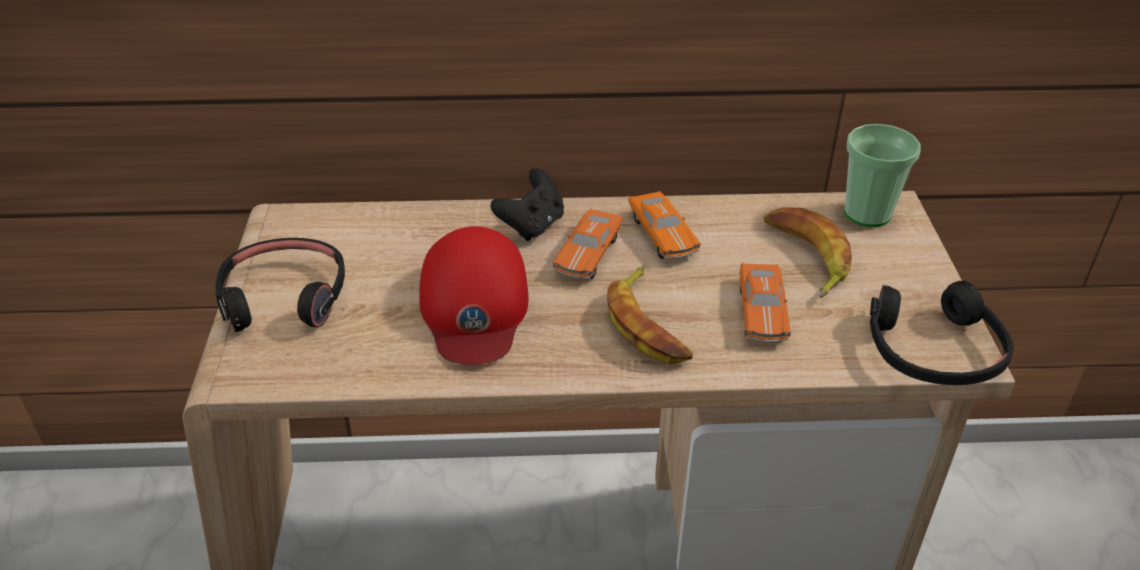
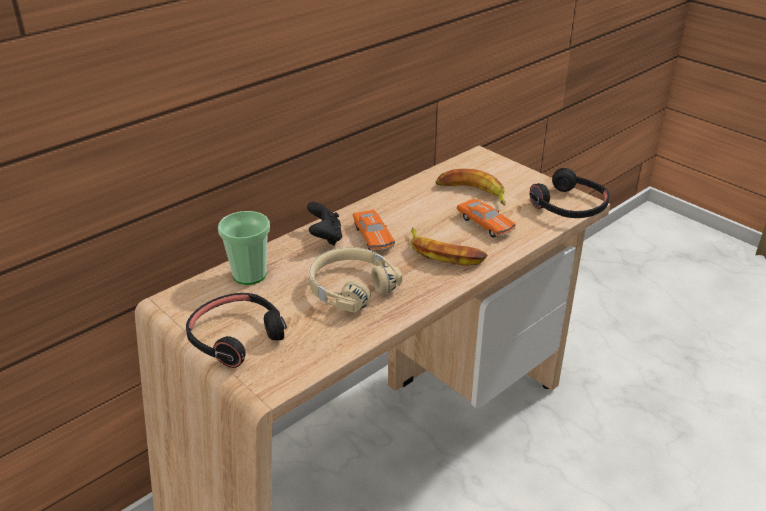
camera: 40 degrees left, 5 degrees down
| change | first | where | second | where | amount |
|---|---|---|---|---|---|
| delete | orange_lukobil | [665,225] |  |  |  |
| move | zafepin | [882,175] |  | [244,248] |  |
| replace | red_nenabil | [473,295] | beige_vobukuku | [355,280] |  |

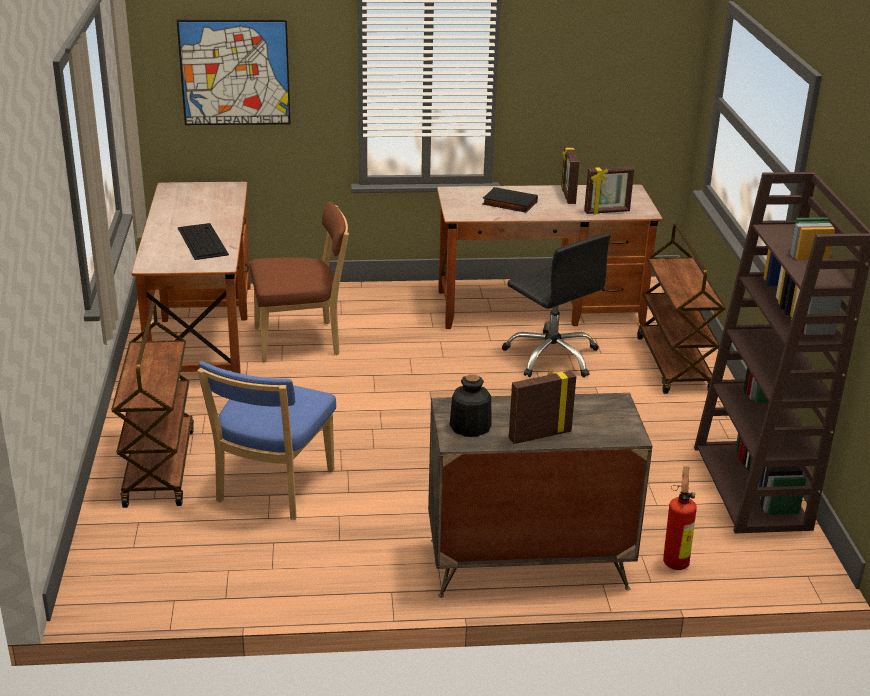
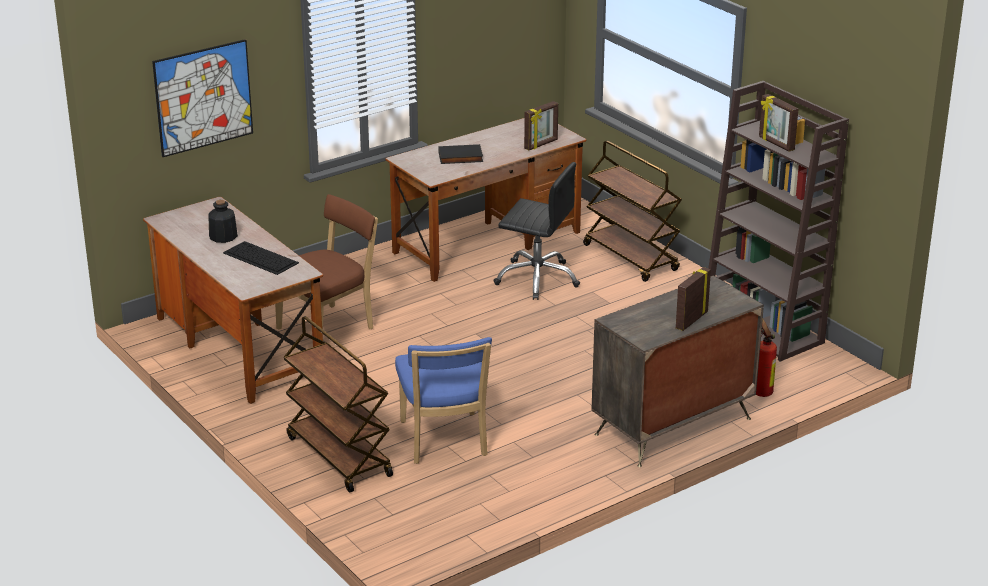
camera: 30 degrees left, 0 degrees up
| change | first | where | second | where | amount |
|---|---|---|---|---|---|
| move | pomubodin | [470,405] |  | [223,221] |  |
| move | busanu | [570,175] |  | [779,123] |  |

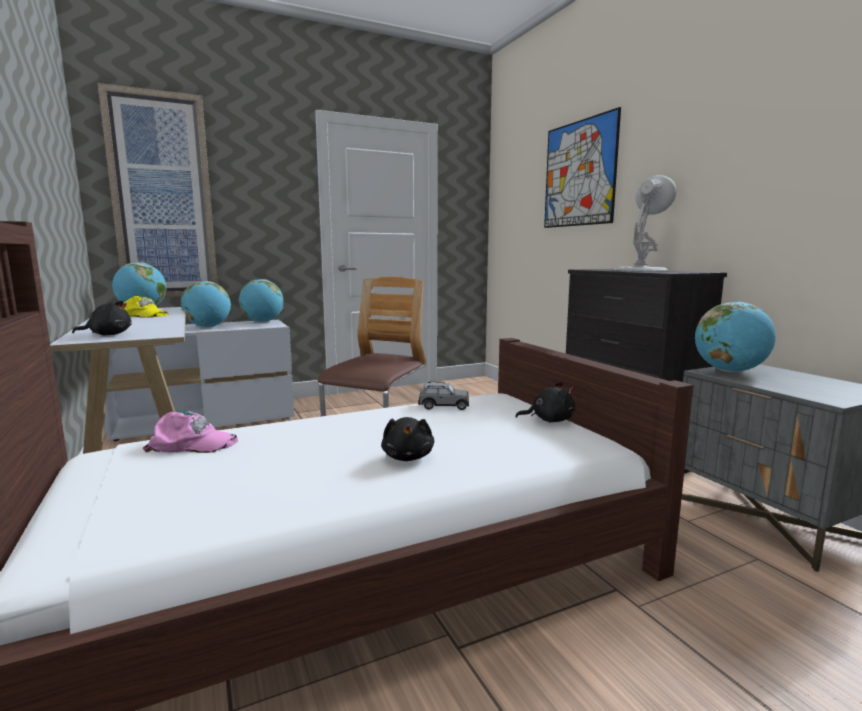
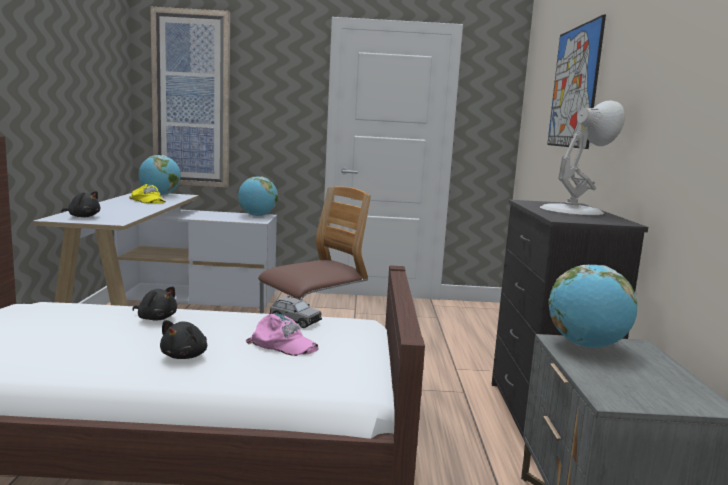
camera: 25 degrees right, 0 degrees up
| change | first | where | second | where | amount |
|---|---|---|---|---|---|
| delete | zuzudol | [206,304] |  |  |  |
| move | pink_nenabil | [190,431] |  | [282,334] |  |
| move | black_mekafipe | [545,402] |  | [154,303] |  |

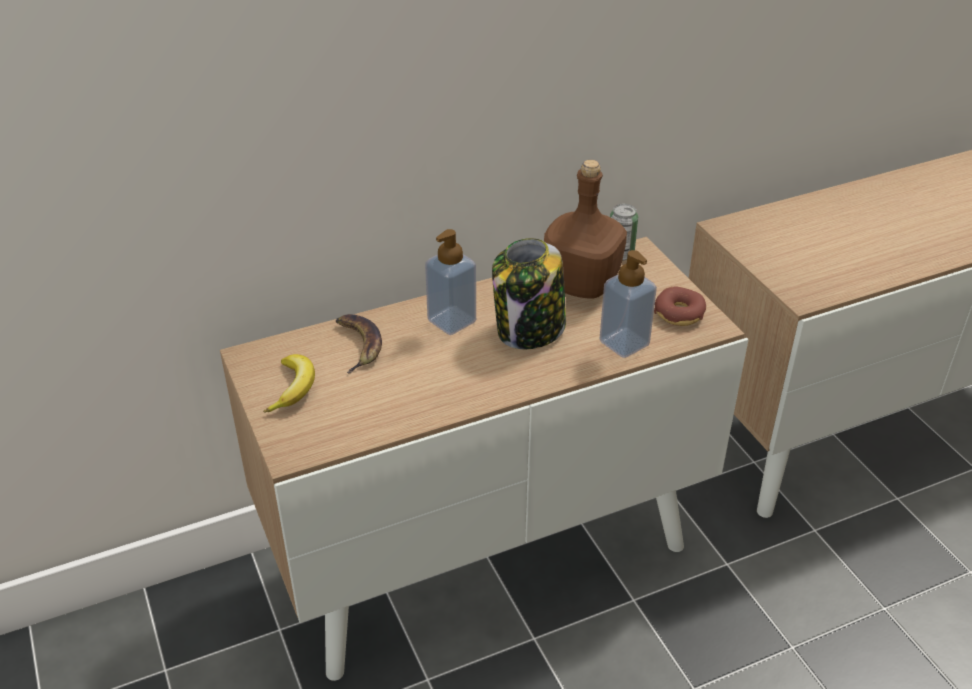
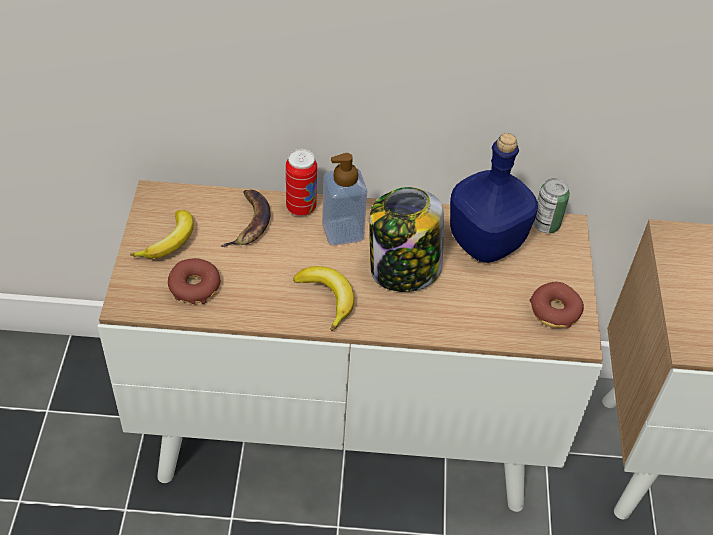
camera: 25 degrees right, 10 degrees up
| change | first | where | second | where | amount |
|---|---|---|---|---|---|
| delete | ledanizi | [628,304] |  |  |  |
| insert |  |  | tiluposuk | [194,281] |  |
| insert |  |  | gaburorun | [301,182] |  |
| insert |  |  | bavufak | [323,298] |  |
| recolor | brown_pomubodin | [585,229] | blue_pomubodin | [494,198] |  |

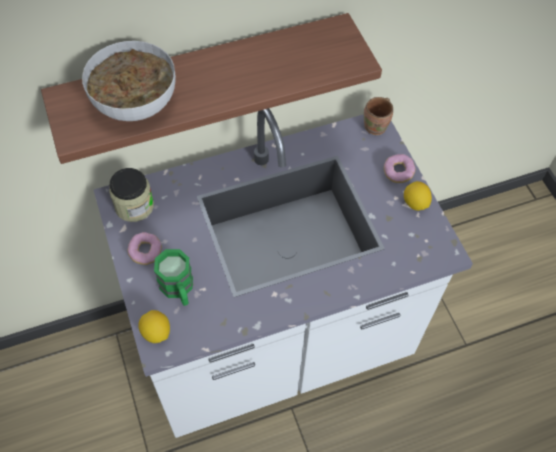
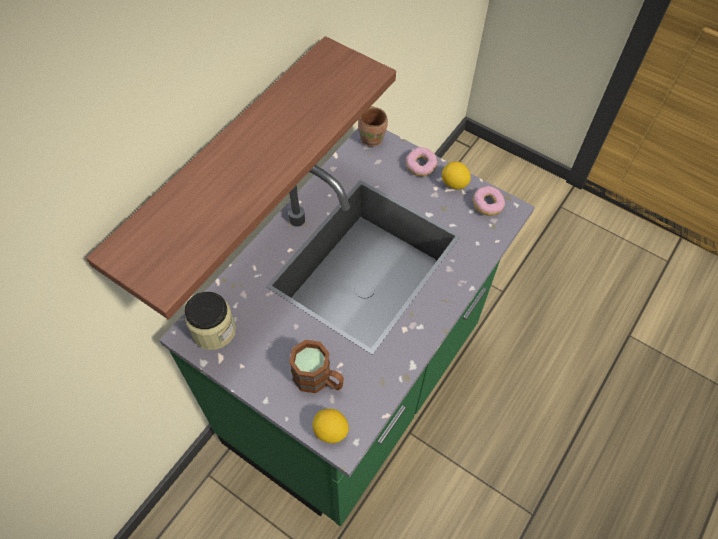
camera: 35 degrees left, 0 degrees up
| change | first | where | second | where | amount |
|---|---|---|---|---|---|
| delete | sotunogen | [129,81] |  |  |  |
| move | tiluposuk | [144,248] |  | [489,201] |  |
| recolor | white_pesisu | [283,273] | green_pesisu | [347,327] |  |
| recolor | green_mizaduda | [173,277] | brown_mizaduda | [316,366] |  |

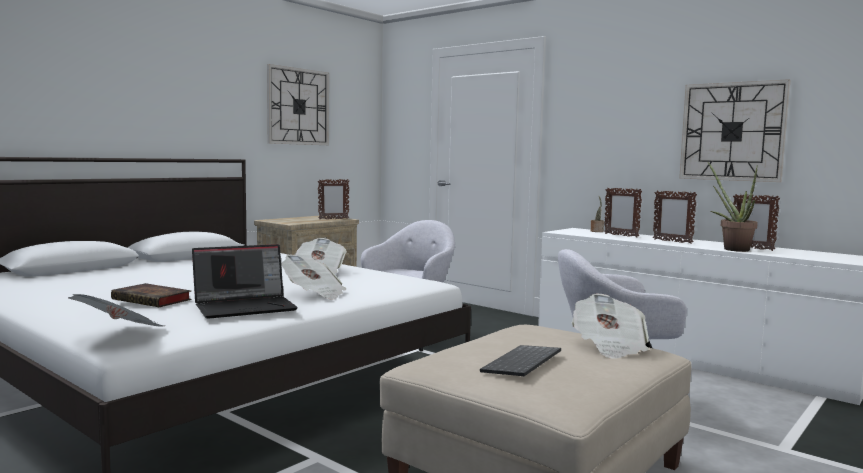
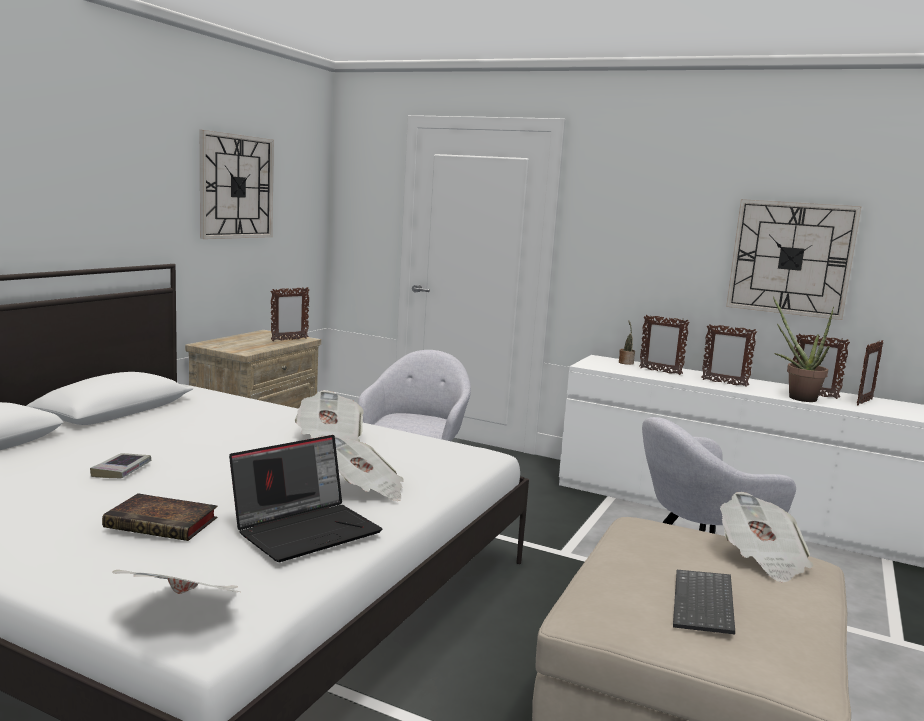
camera: 15 degrees left, 5 degrees up
| change | first | where | second | where | amount |
|---|---|---|---|---|---|
| insert |  |  | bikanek | [120,465] |  |
| insert |  |  | busanu | [870,372] |  |

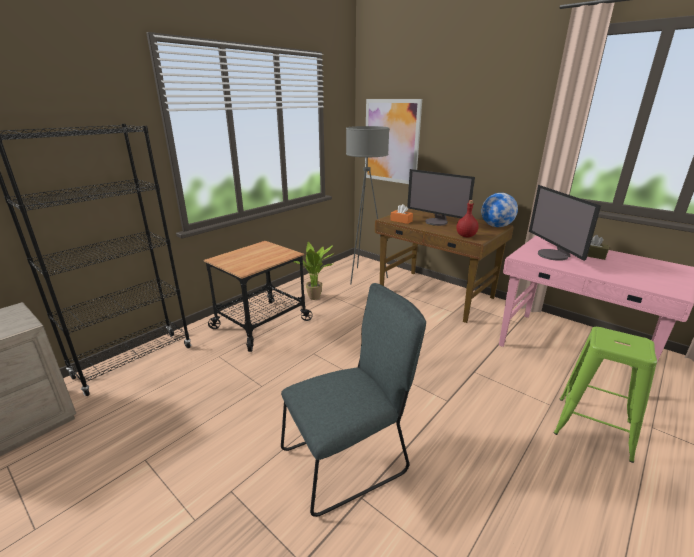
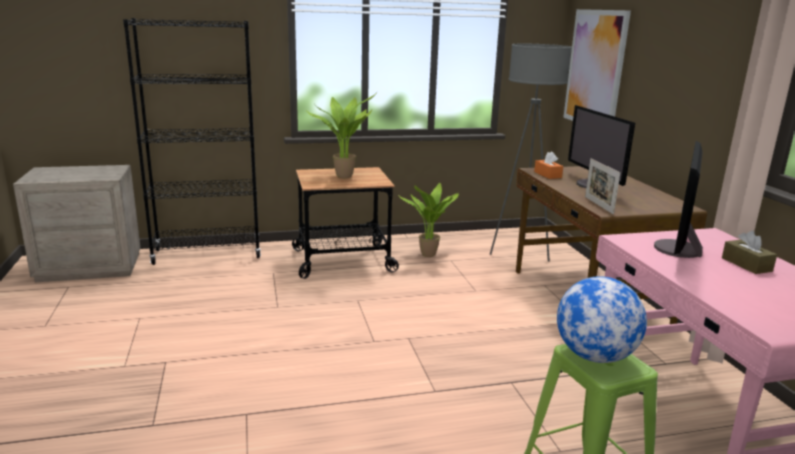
camera: 35 degrees right, 5 degrees down
| change | first | where | second | where | amount |
|---|---|---|---|---|---|
| delete | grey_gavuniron | [353,400] |  |  |  |
| insert |  |  | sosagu | [342,134] |  |
| move | zuzudol | [500,210] |  | [602,319] |  |
| replace | red_pomubodin | [467,218] | busanu | [602,186] |  |

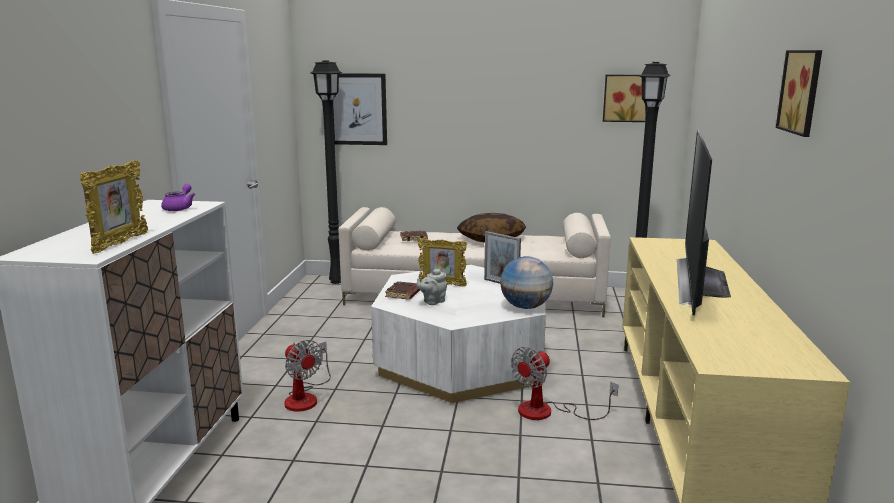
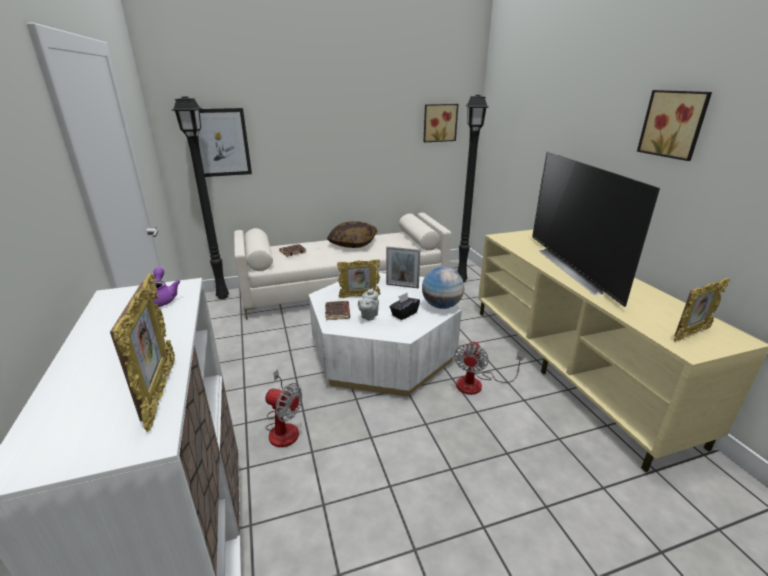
camera: 25 degrees left, 10 degrees up
| change | first | where | second | where | amount |
|---|---|---|---|---|---|
| insert |  |  | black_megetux | [405,306] |  |
| insert |  |  | busanu | [702,309] |  |

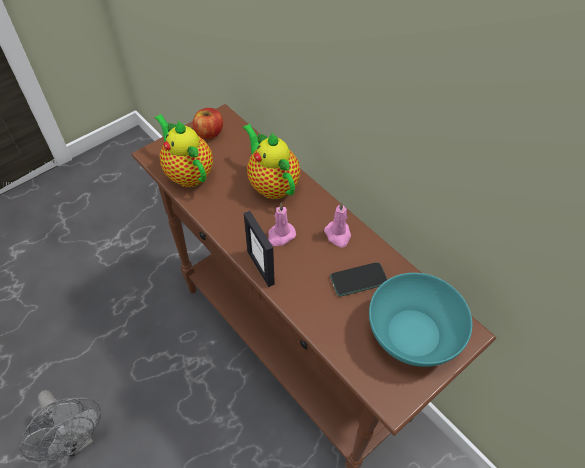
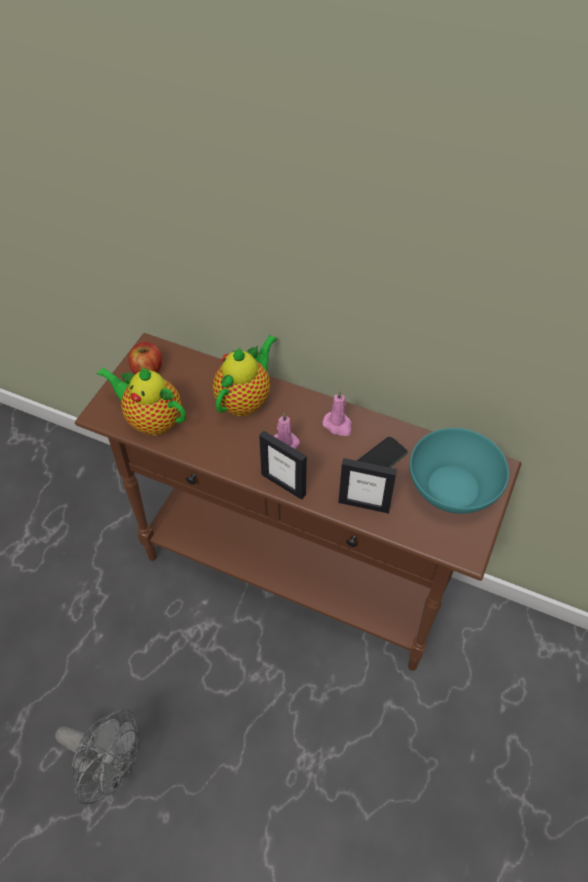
camera: 25 degrees left, 0 degrees up
| change | first | where | second | where | amount |
|---|---|---|---|---|---|
| insert |  |  | busanu | [367,486] |  |
| rotate | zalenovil | [271,161] |  | [245,375] | 90 degrees clockwise |

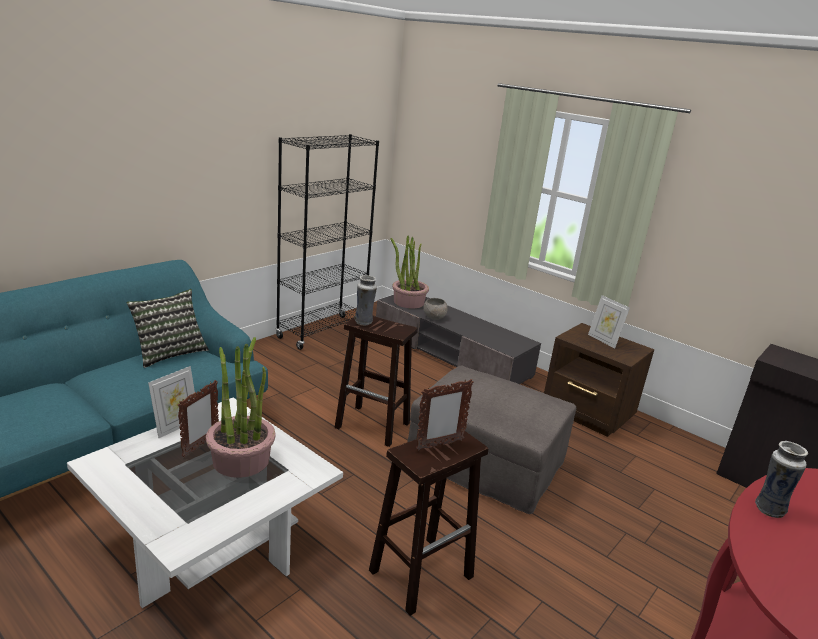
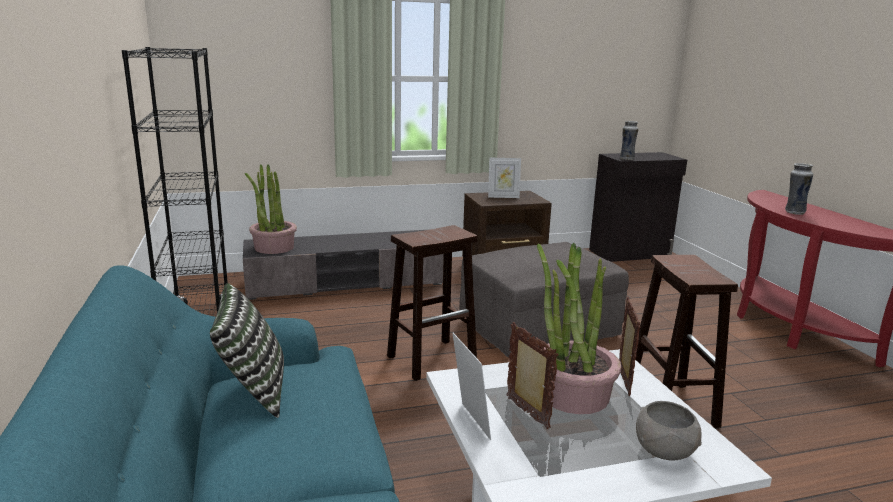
camera: 55 degrees left, 5 degrees down
| change | first | where | second | where | amount |
|---|---|---|---|---|---|
| move | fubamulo | [366,300] |  | [629,140] |  |
| move | busanu | [445,415] |  | [629,346] |  |
| move | grey_sotunogen | [435,309] |  | [669,431] |  |

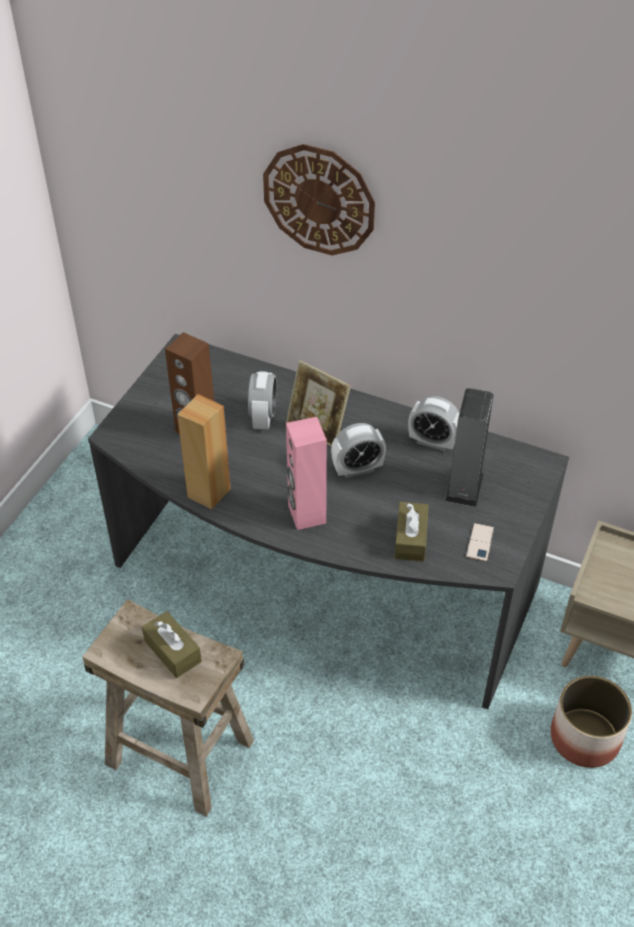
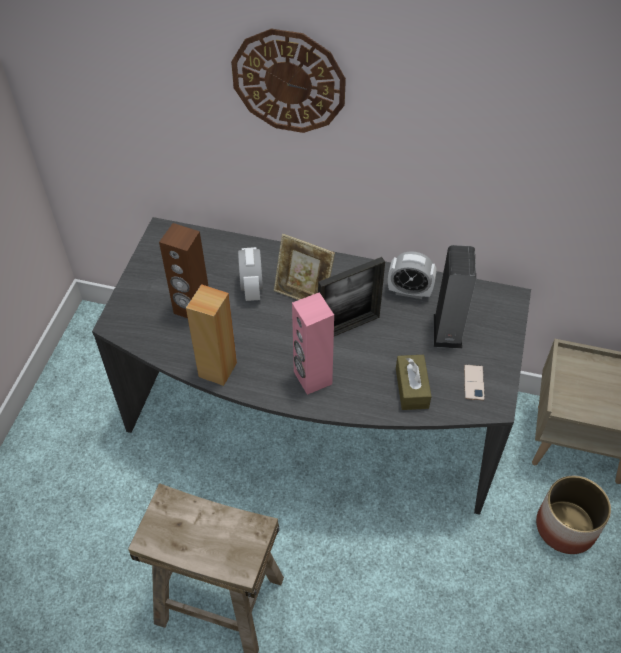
camera: 10 degrees left, 5 degrees up
| change | first | where | second | where | amount |
|---|---|---|---|---|---|
| delete | brown_megetux | [172,644] |  |  |  |
| replace | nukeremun | [358,450] | busanu | [351,296] |  |

